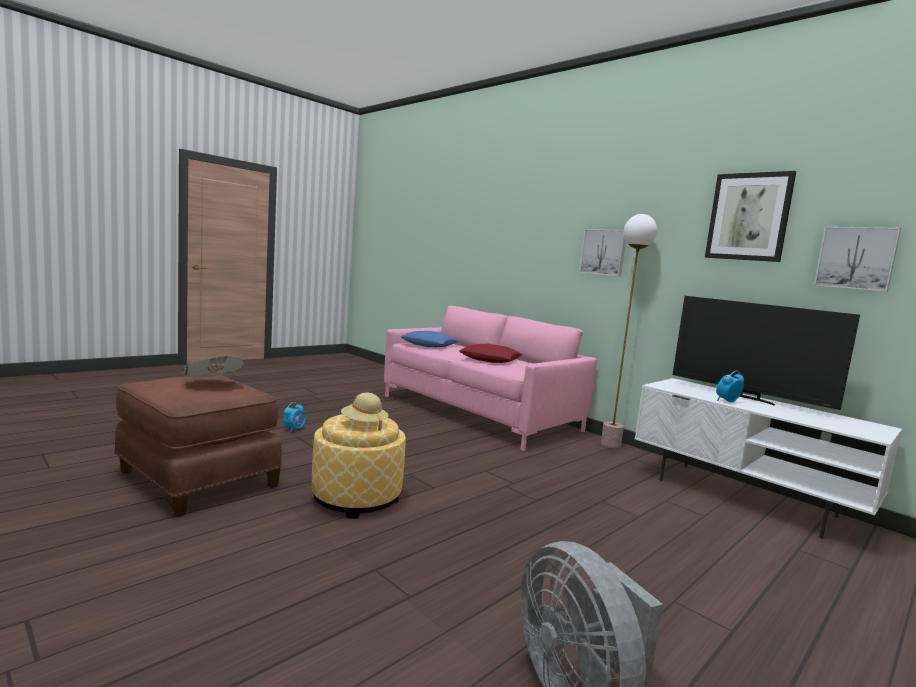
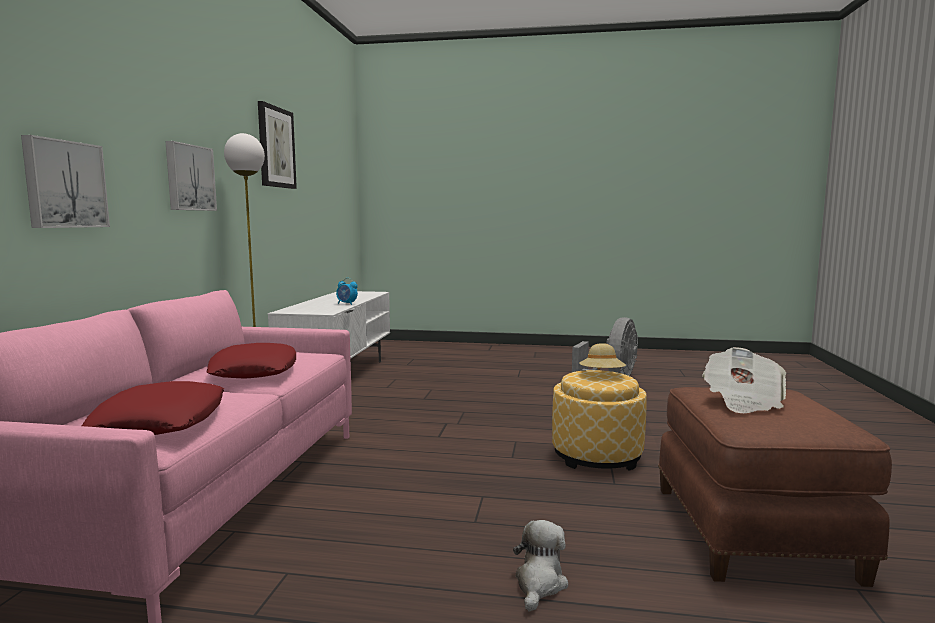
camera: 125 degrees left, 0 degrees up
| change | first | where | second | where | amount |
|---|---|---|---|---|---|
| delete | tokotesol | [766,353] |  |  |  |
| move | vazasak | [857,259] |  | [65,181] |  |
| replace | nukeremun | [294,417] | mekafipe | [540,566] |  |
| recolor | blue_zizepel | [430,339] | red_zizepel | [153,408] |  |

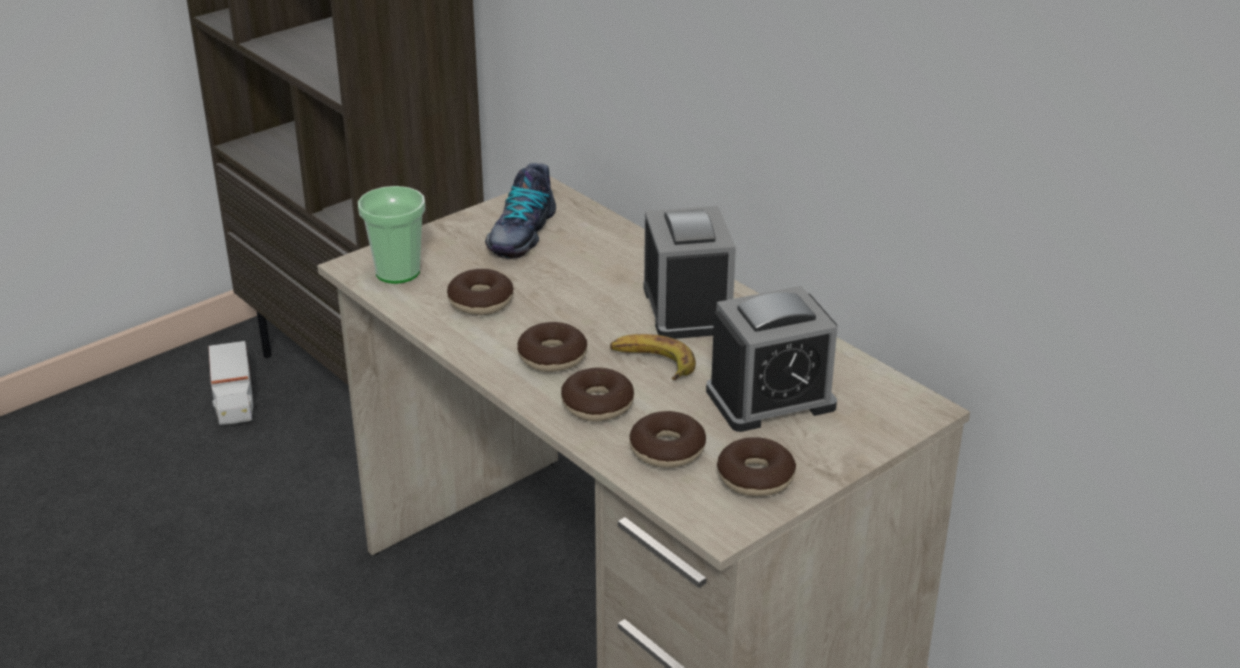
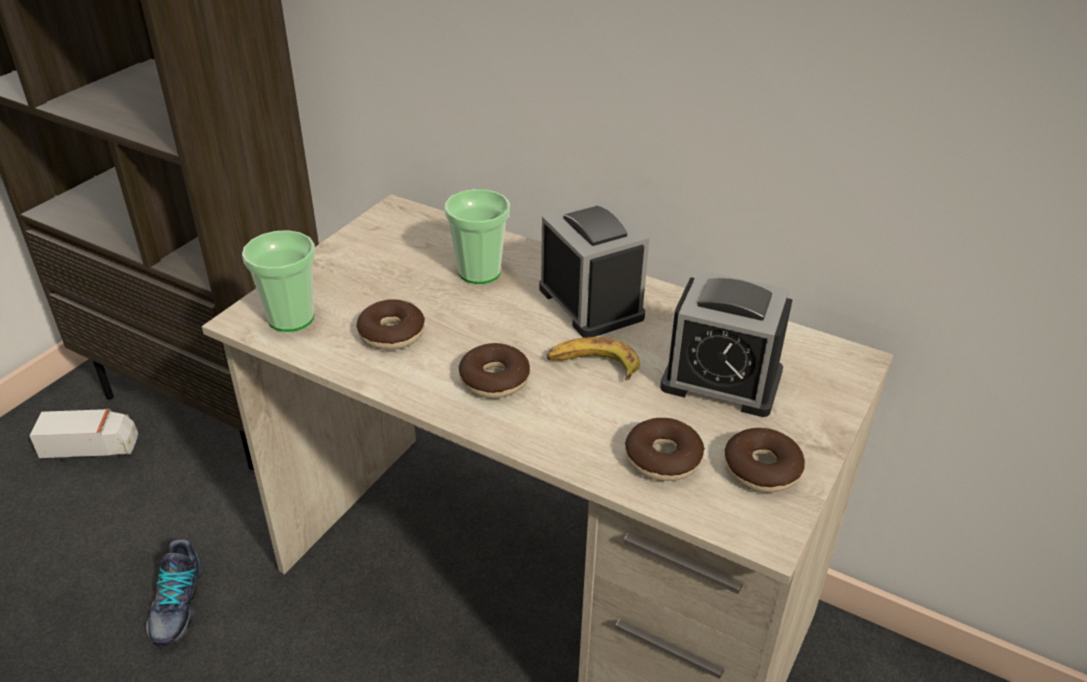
camera: 20 degrees left, 5 degrees up
| change | first | where | second | where | amount |
|---|---|---|---|---|---|
| delete | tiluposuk | [597,395] |  |  |  |
| insert |  |  | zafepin | [477,236] |  |
| move | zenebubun | [520,211] |  | [174,592] |  |
| rotate | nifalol | [230,383] |  | [83,435] | 60 degrees counterclockwise |
| rotate | nukeremun | [771,359] |  | [726,343] | 60 degrees clockwise |

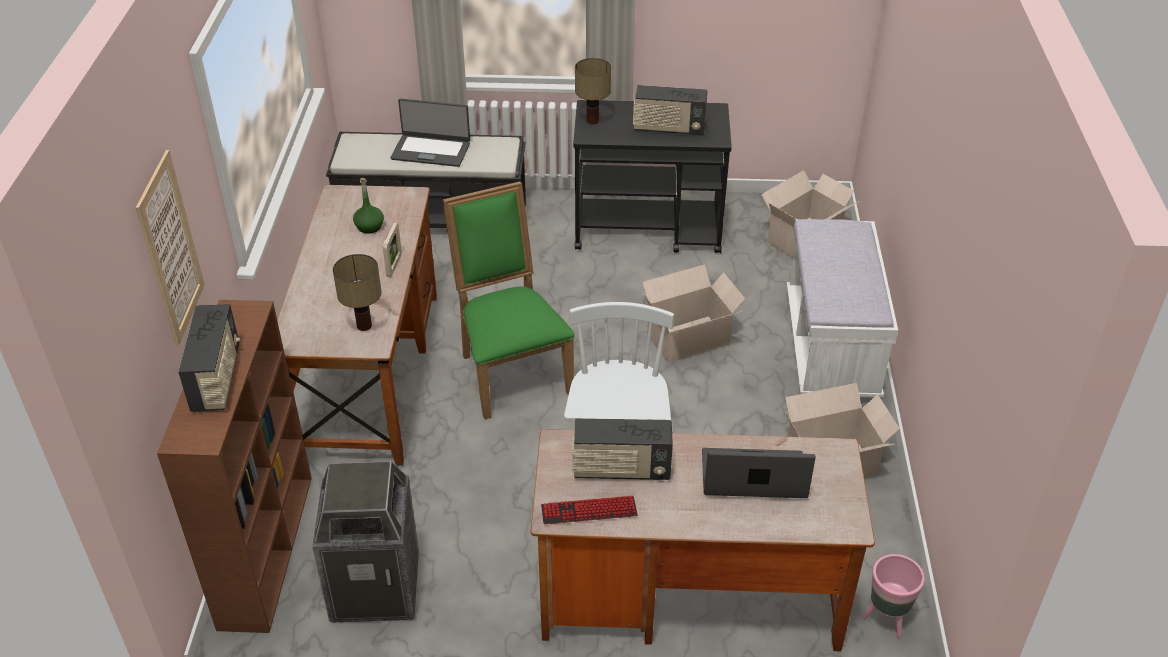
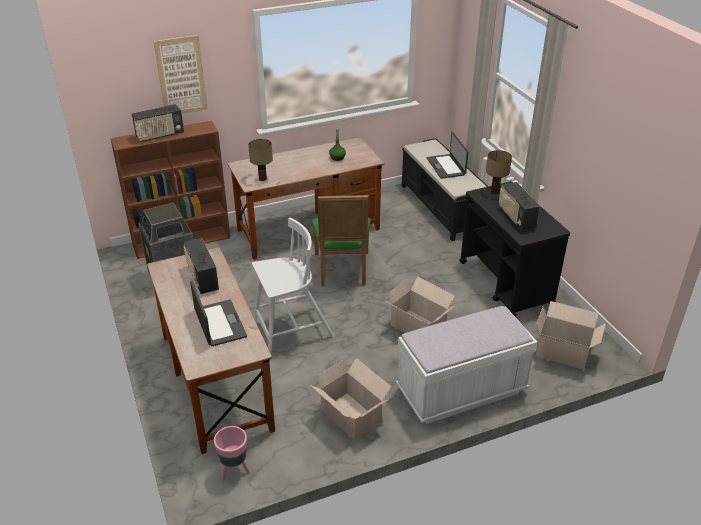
camera: 65 degrees right, 5 degrees down
| change | first | where | second | where | amount |
|---|---|---|---|---|---|
| delete | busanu | [392,250] |  |  |  |
| delete | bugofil | [589,510] |  |  |  |
| rotate | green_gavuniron | [509,300] |  | [341,240] | 135 degrees clockwise |

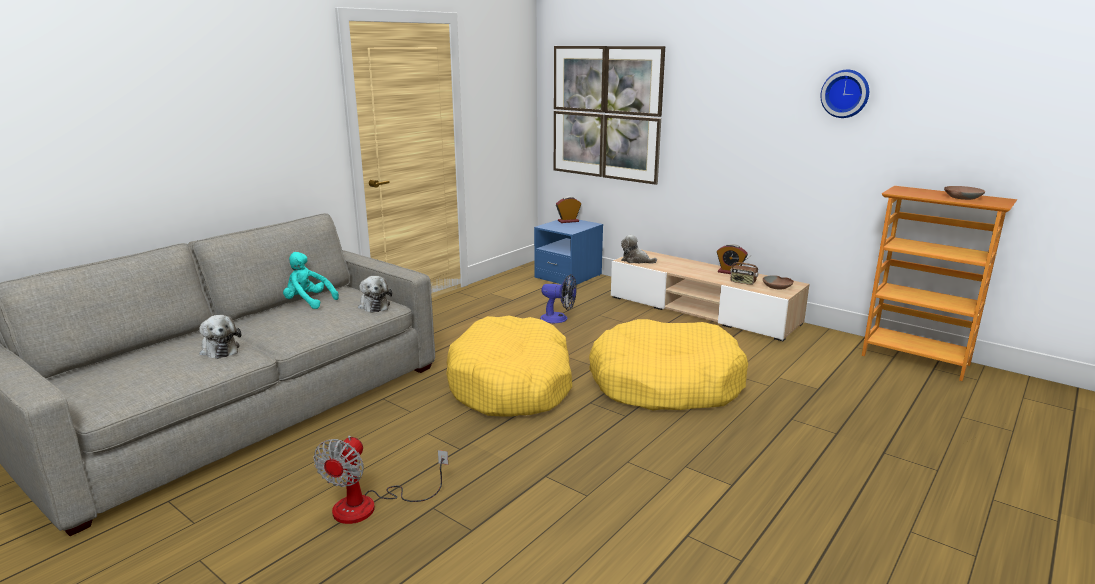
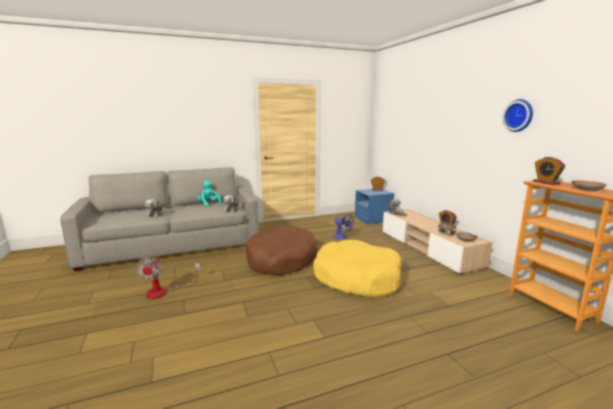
camera: 30 degrees right, 5 degrees down
| change | first | where | second | where | amount |
|---|---|---|---|---|---|
| delete | vazasak | [609,115] |  |  |  |
| insert |  |  | nukeremun | [549,171] |  |
| recolor | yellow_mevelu | [509,366] | brown_mevelu | [281,250] |  |
| rotate | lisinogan | [381,480] |  | [168,278] | 45 degrees counterclockwise |

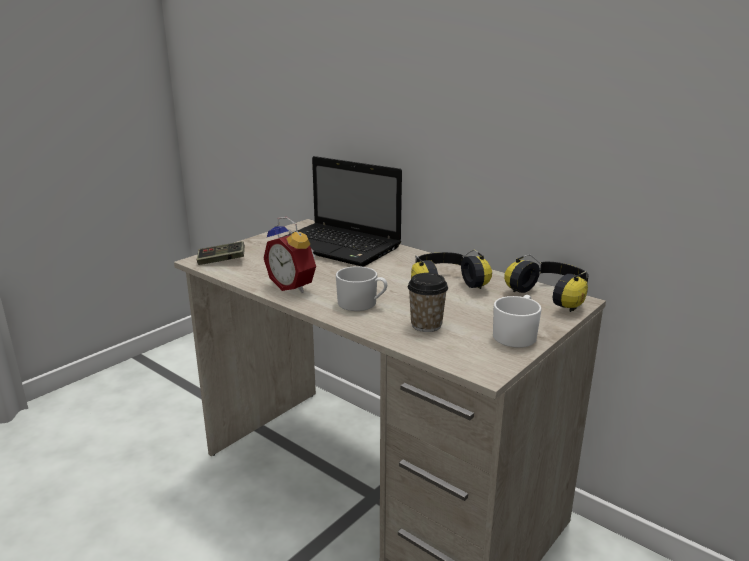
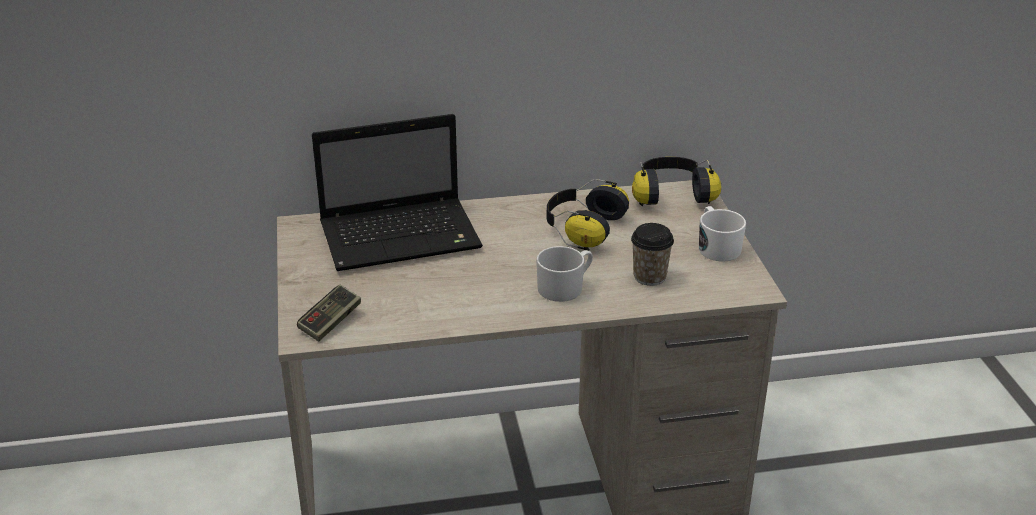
camera: 50 degrees left, 10 degrees up
| change | first | where | second | where | amount |
|---|---|---|---|---|---|
| delete | nukeremun | [290,255] |  |  |  |

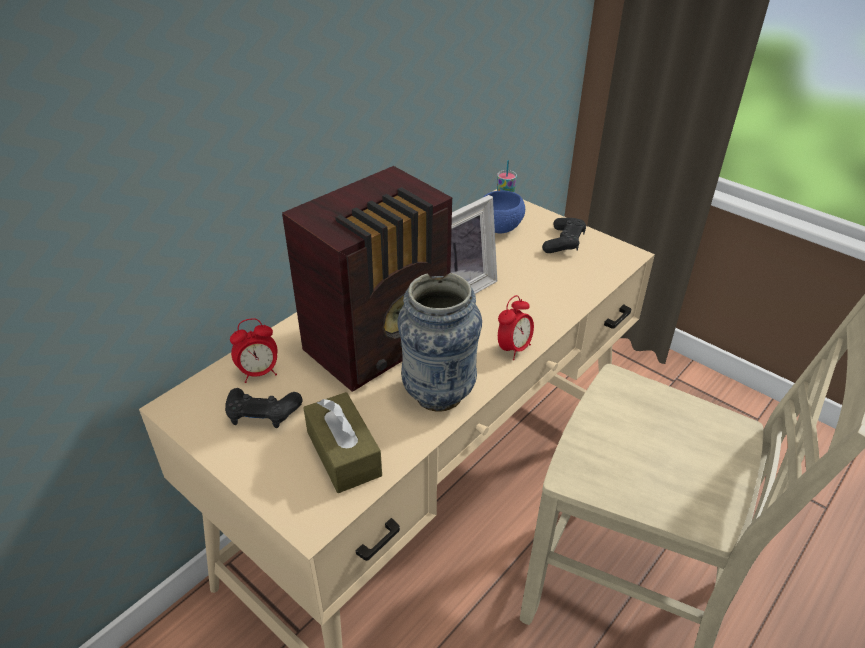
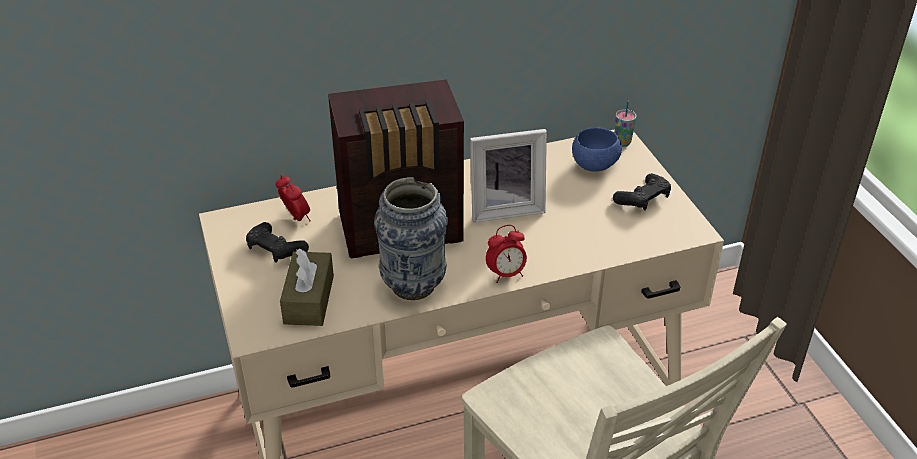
camera: 30 degrees right, 0 degrees up
| change | first | where | second | where | amount |
|---|---|---|---|---|---|
| rotate | nukeremun | [253,350] |  | [293,198] | 135 degrees counterclockwise |

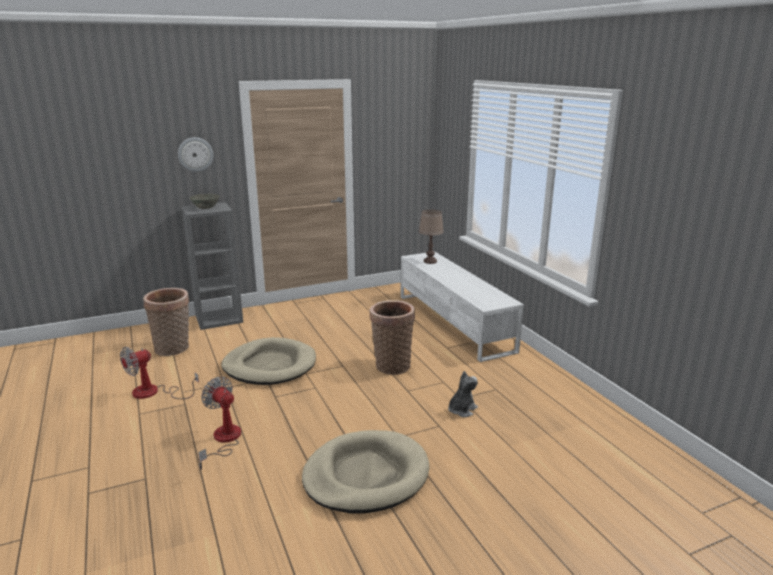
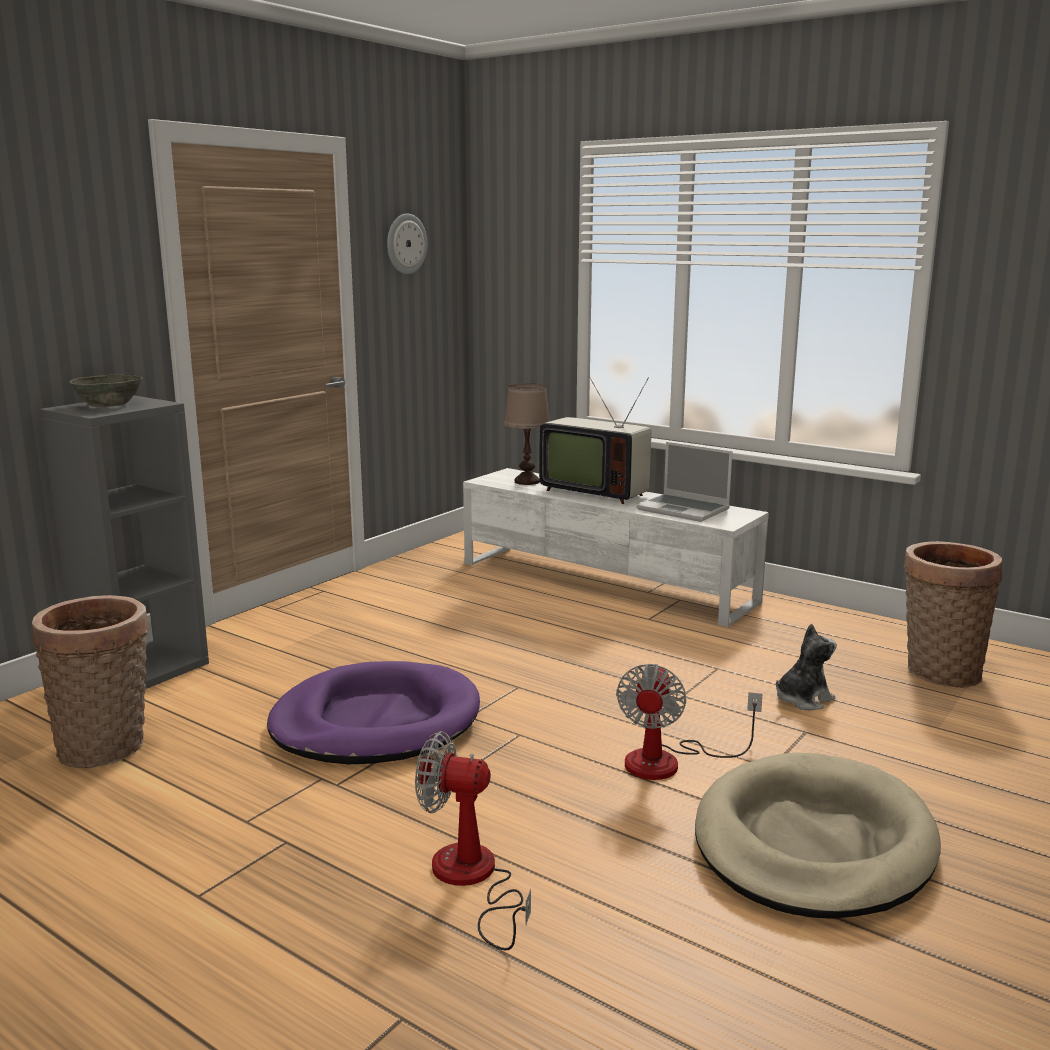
camera: 30 degrees left, 5 degrees down
| change | first | where | second | where | amount |
|---|---|---|---|---|---|
| insert |  |  | tokotesol | [595,440] |  |
| insert |  |  | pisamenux | [684,482] |  |
| move | lisinogan | [159,373] |  | [689,722] |  |
| move | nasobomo | [195,154] |  | [407,243] |  |
| move | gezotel | [392,337] |  | [952,614] |  |
| recolor | beige_mevelu | [268,361] | purple_mevelu | [373,712] |  |
| rotate | mekafipe | [463,394] |  | [806,667] | 45 degrees clockwise |

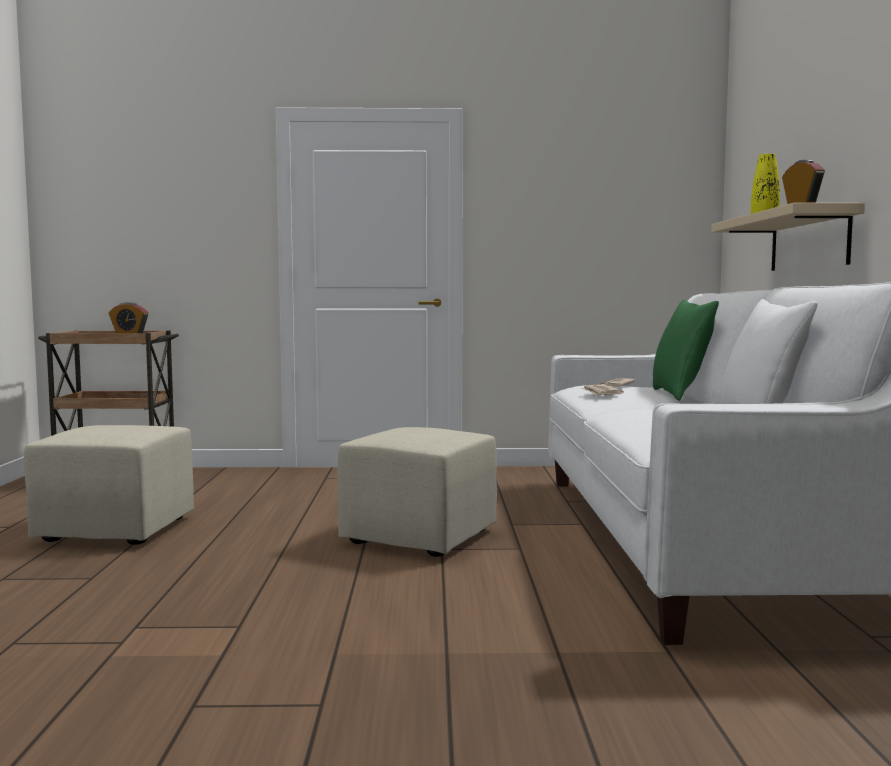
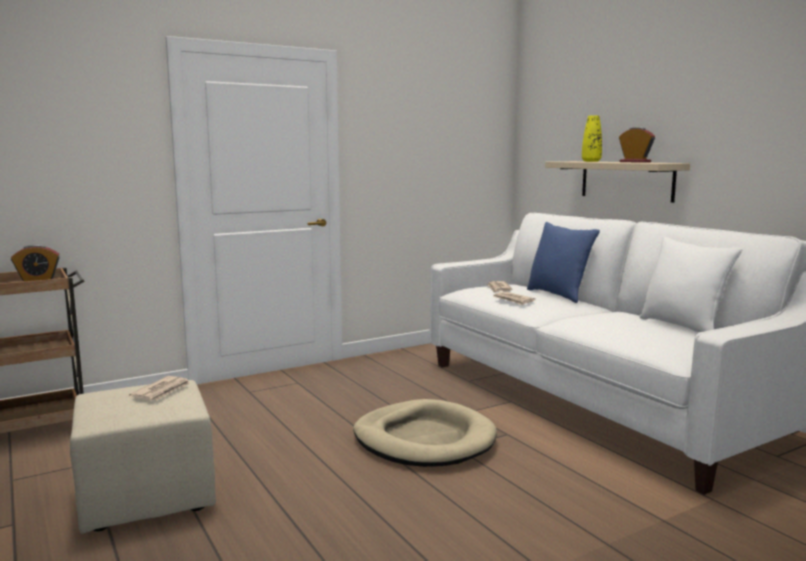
camera: 30 degrees left, 5 degrees up
| change | first | where | second | where | amount |
|---|---|---|---|---|---|
| insert |  |  | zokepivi | [160,388] |  |
| replace | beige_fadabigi | [417,492] | beige_mevelu | [425,433] |  |
| recolor | green_zizepel | [686,350] | blue_zizepel | [563,262] |  |

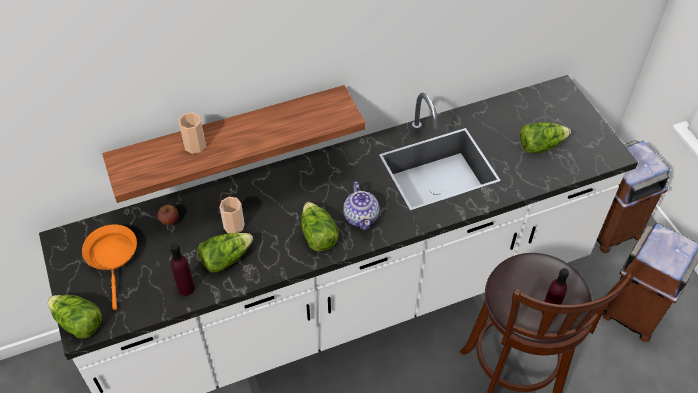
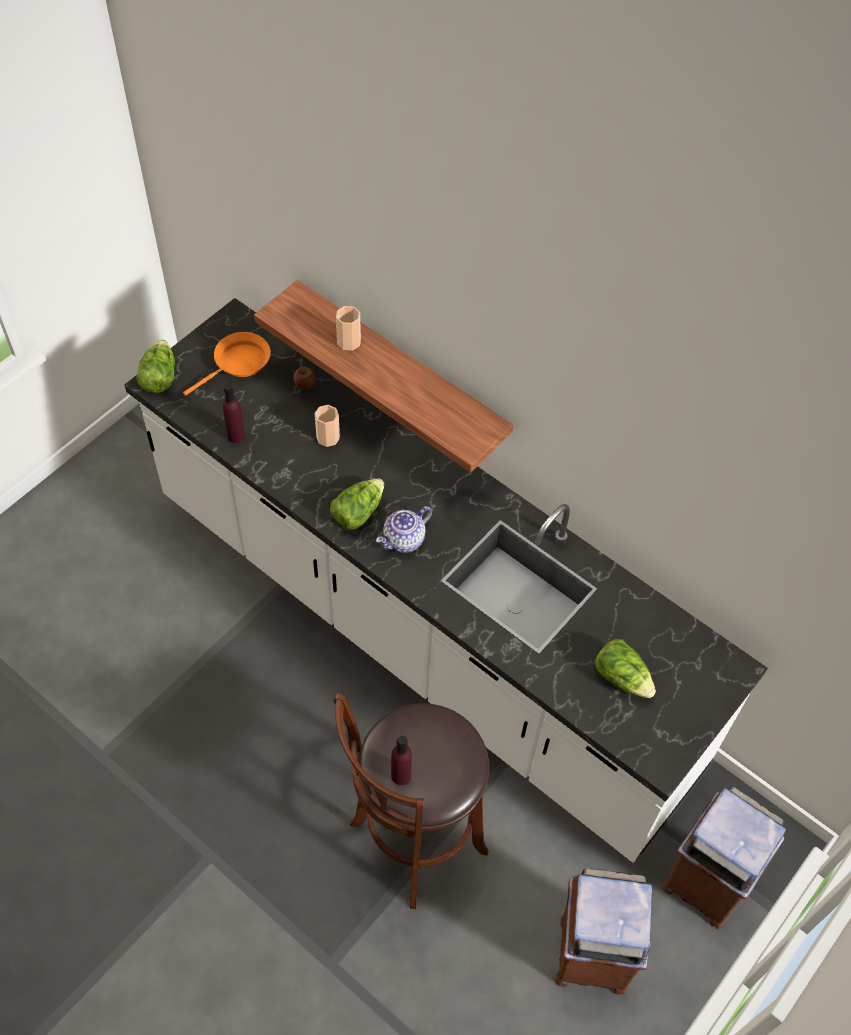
camera: 60 degrees right, 5 degrees up
| change | first | where | second | where | amount |
|---|---|---|---|---|---|
| delete | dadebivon | [225,253] |  |  |  |

